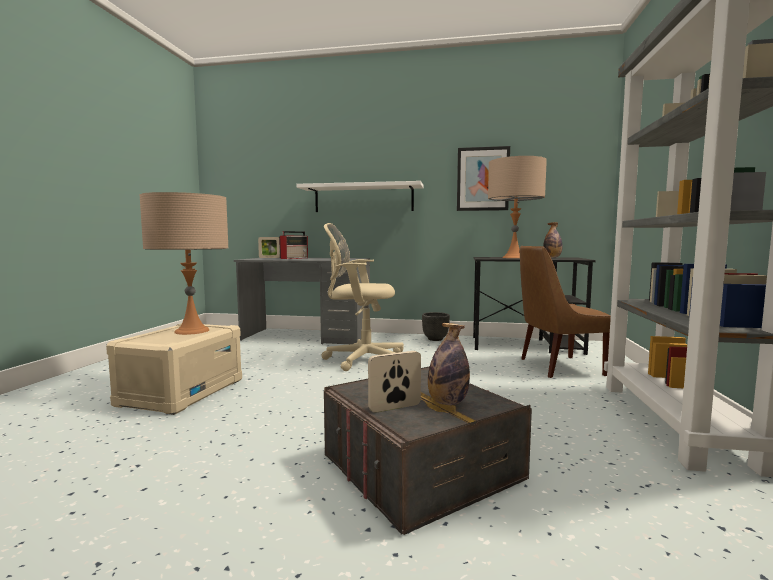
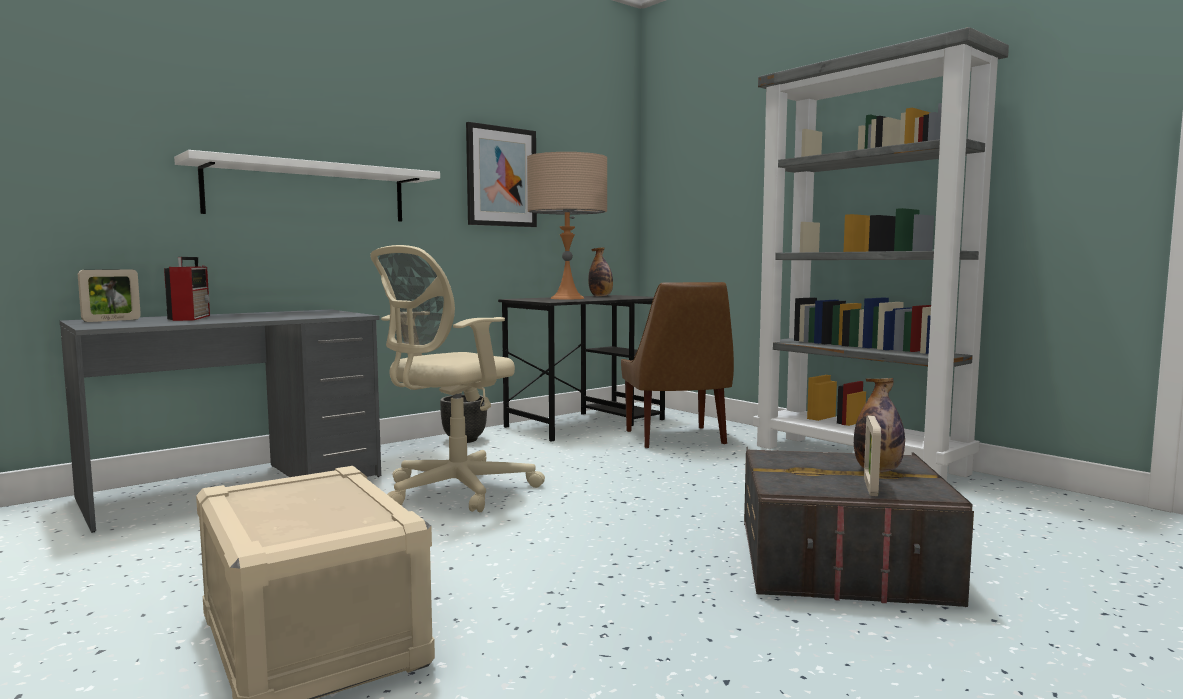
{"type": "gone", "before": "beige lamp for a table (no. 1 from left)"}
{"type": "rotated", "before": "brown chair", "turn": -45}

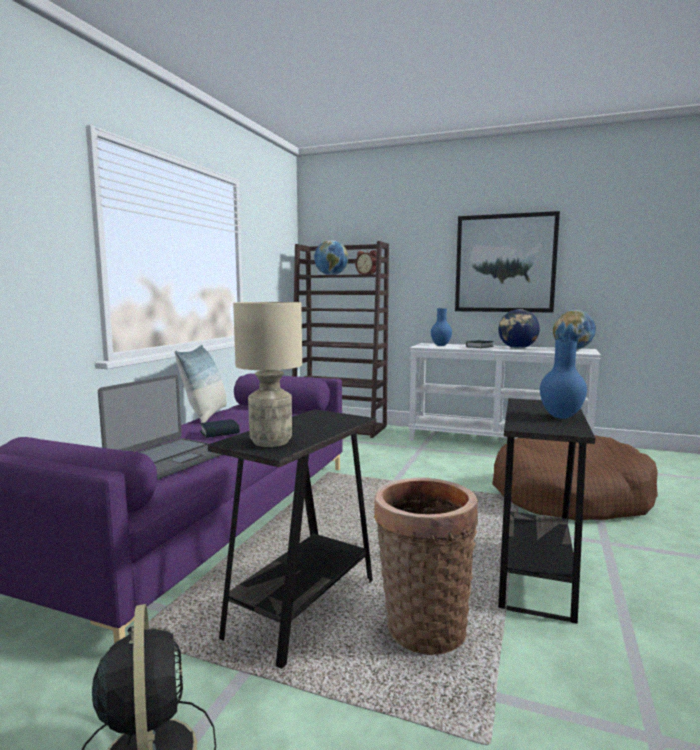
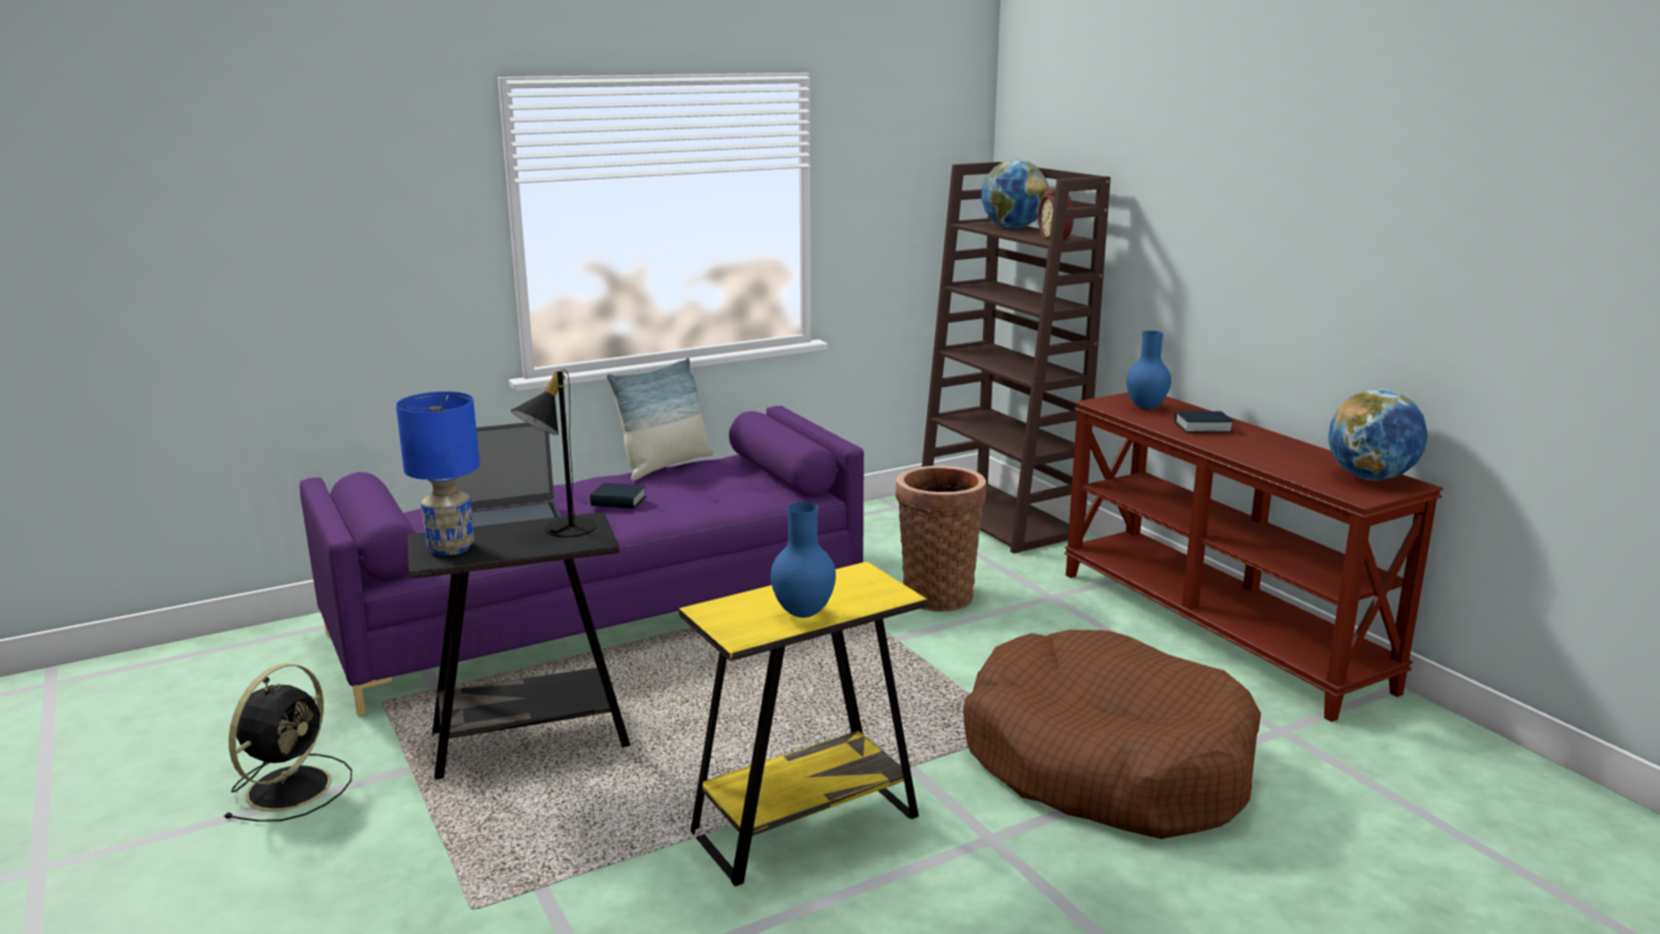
{"type": "gone", "before": "wall picture"}
{"type": "repainted", "before": "beige lamp for a table", "after": "blue-coloured lamp for a table"}
{"type": "gone", "before": "world globe (no. 2 from left)"}
{"type": "repainted", "before": "white-coloured narrow table", "after": "brown narrow table"}
{"type": "repainted", "before": "black-coloured end table (no. 2 from left)", "after": "yellow end table"}
{"type": "shifted", "before": "household basket"}
{"type": "new", "after": "black-coloured lamp for a table"}

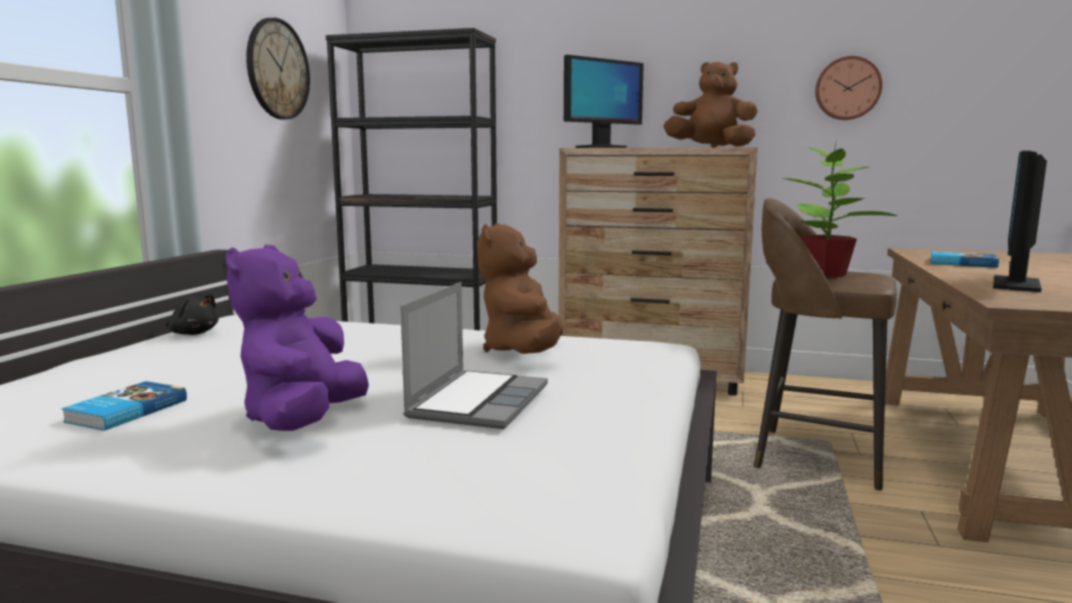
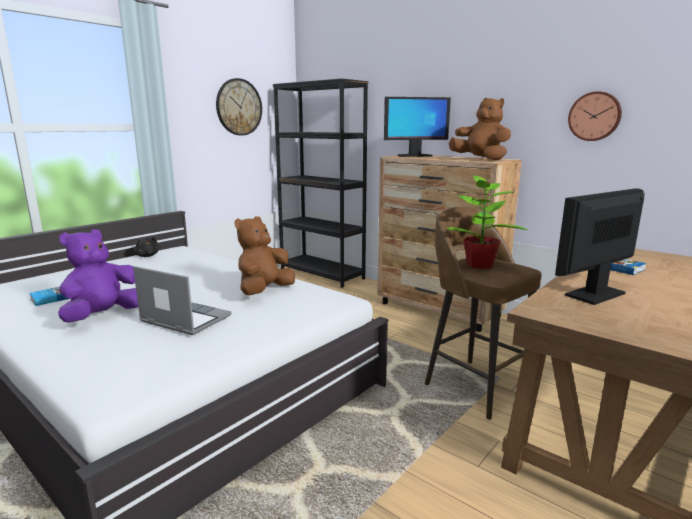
{"type": "rotated", "before": "notebook computer", "turn": -105}

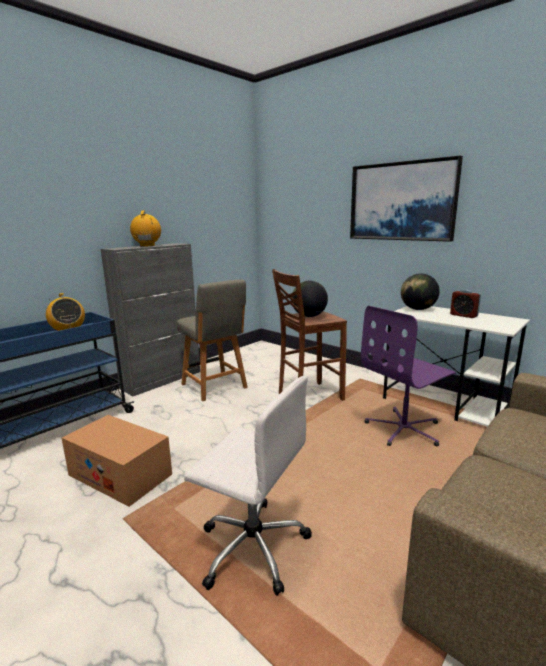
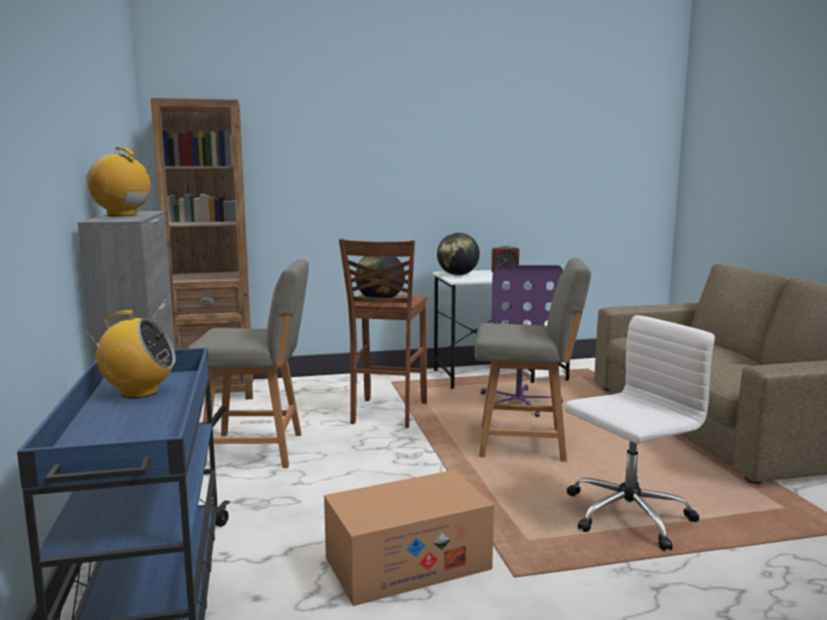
{"type": "gone", "before": "wall picture"}
{"type": "new", "after": "brown bookcase"}
{"type": "new", "after": "gray chair (no. 2 from left)"}

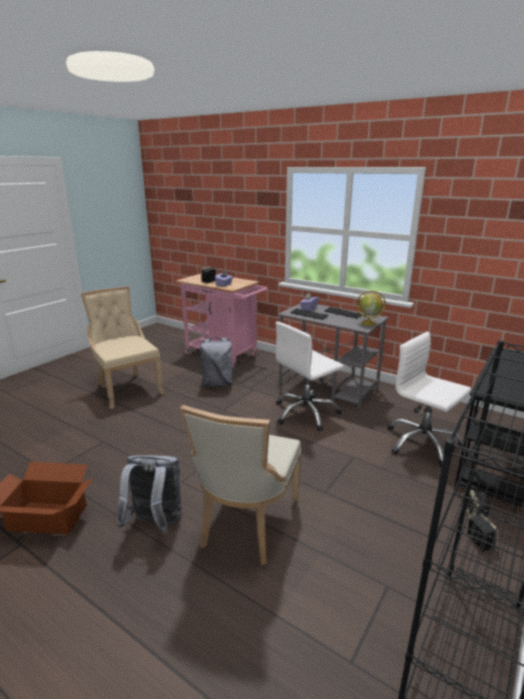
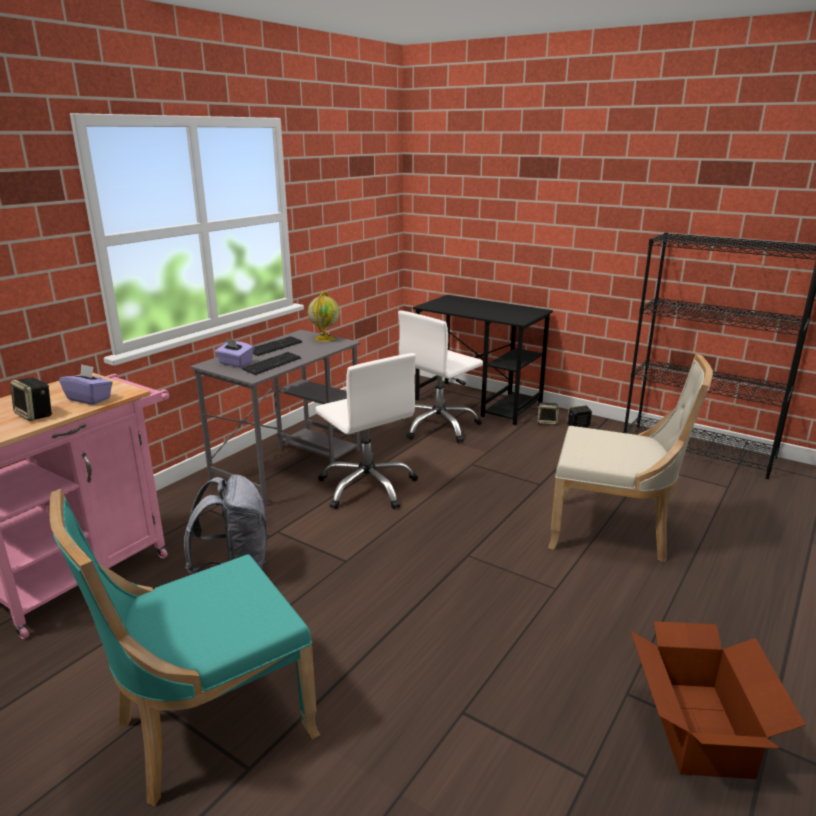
{"type": "repainted", "before": "beige chair (no. 1 from left)", "after": "turquoise-coloured chair"}
{"type": "gone", "before": "gray backpack (no. 1 from left)"}

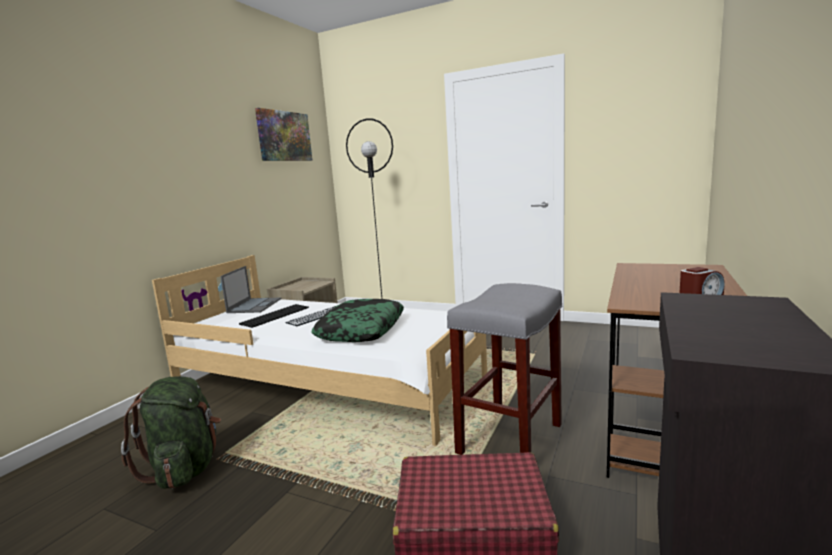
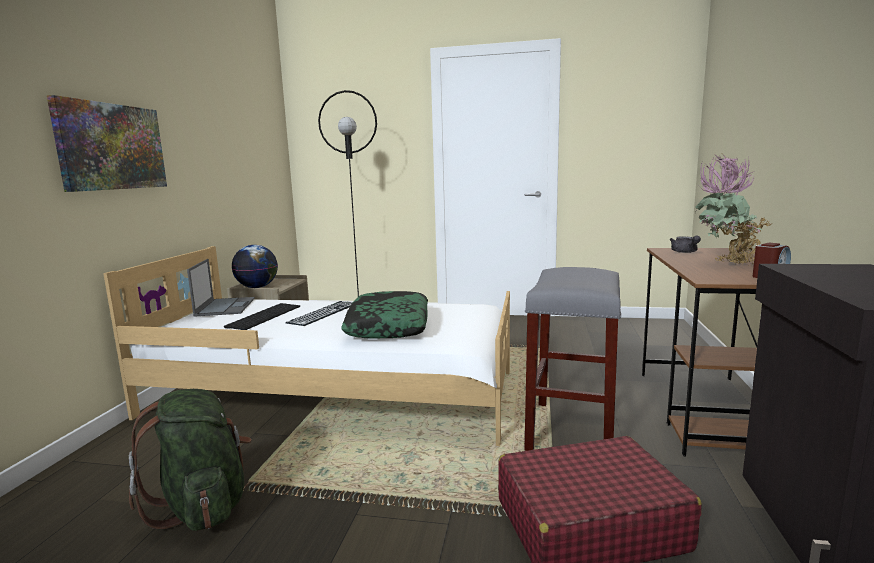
{"type": "shifted", "before": "wall picture"}
{"type": "new", "after": "plant in a pot"}
{"type": "new", "after": "gray tea pot"}
{"type": "new", "after": "world globe"}

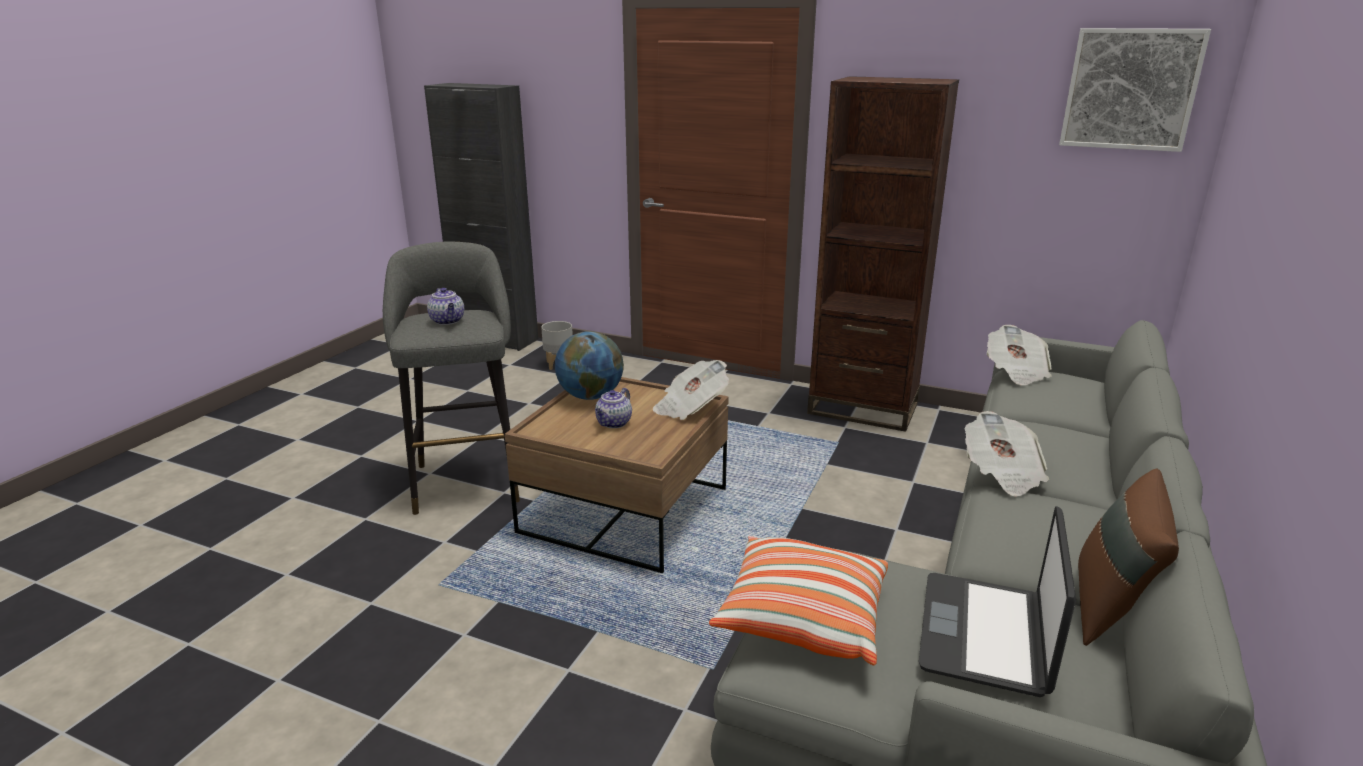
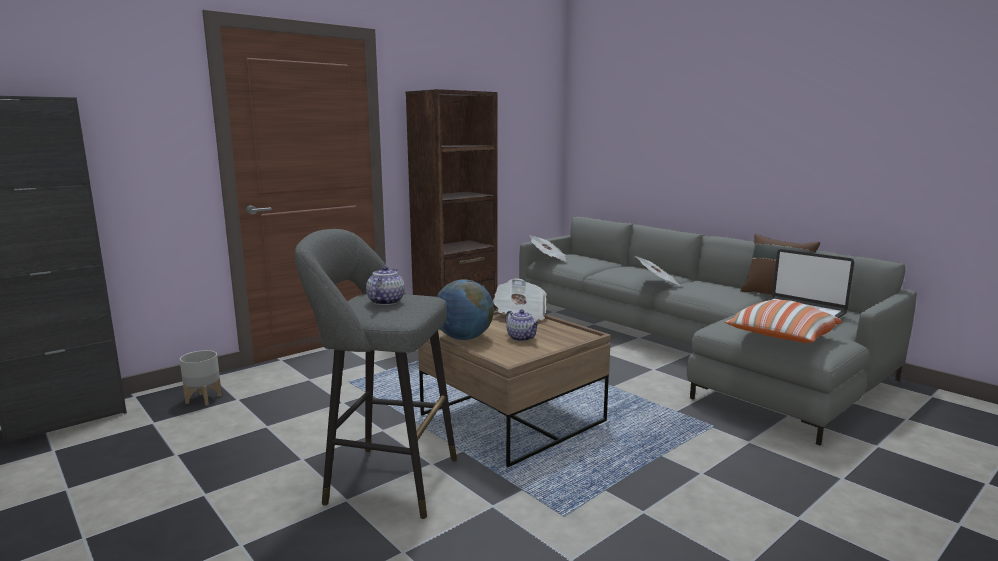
{"type": "gone", "before": "wall picture"}
{"type": "rotated", "before": "tea pot (no. 1 from left)", "turn": -75}

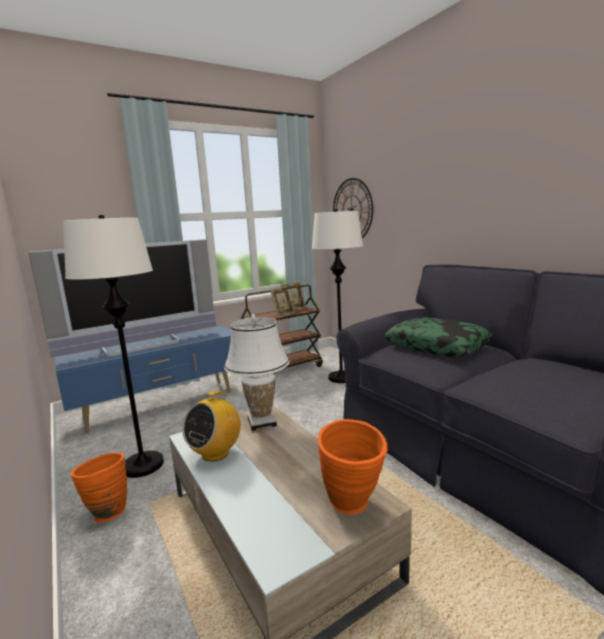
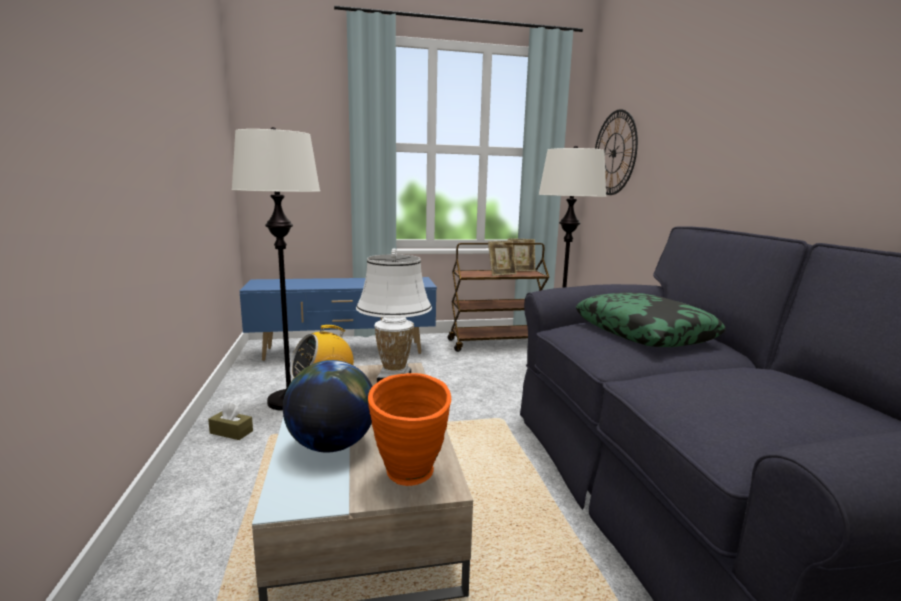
{"type": "gone", "before": "television"}
{"type": "swapped", "before": "orange-coloured decorative vase (no. 1 from left)", "after": "brown tissue box"}
{"type": "new", "after": "world globe"}

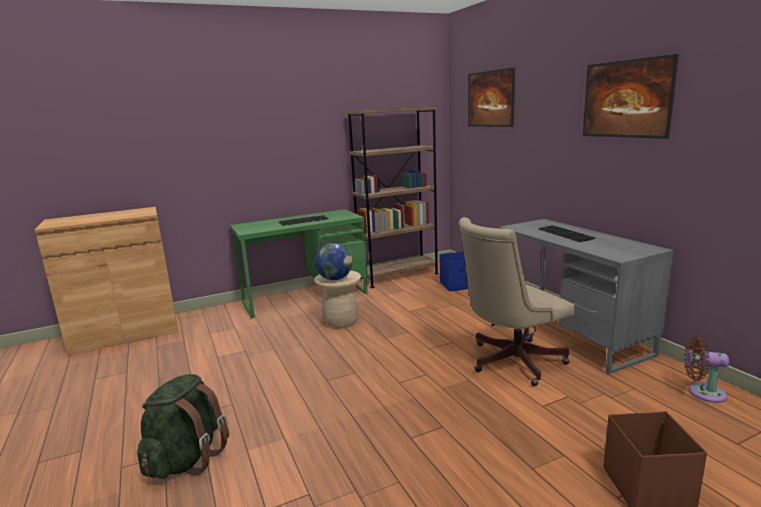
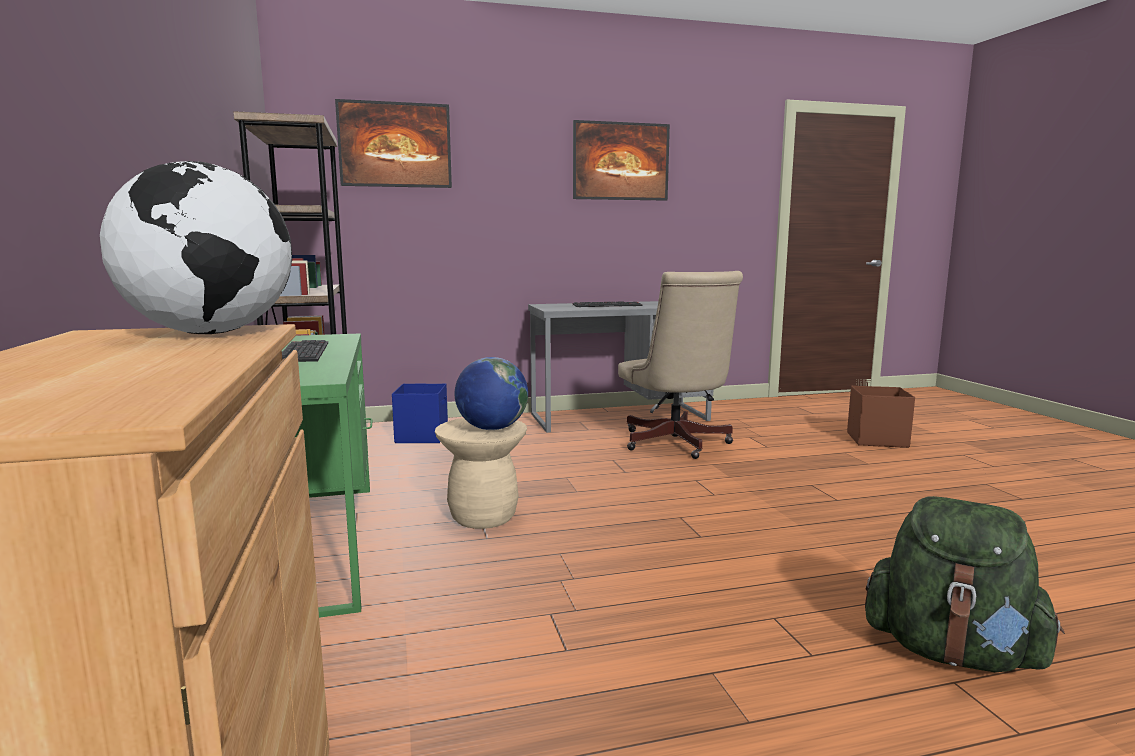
{"type": "gone", "before": "brown electric fan"}
{"type": "new", "after": "world globe (no. 1 from left)"}

